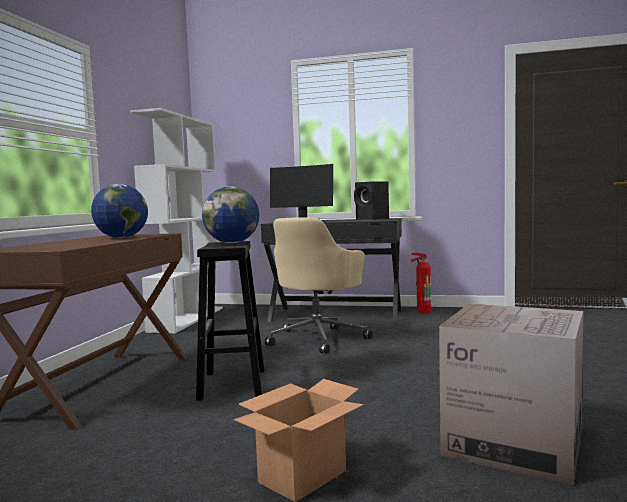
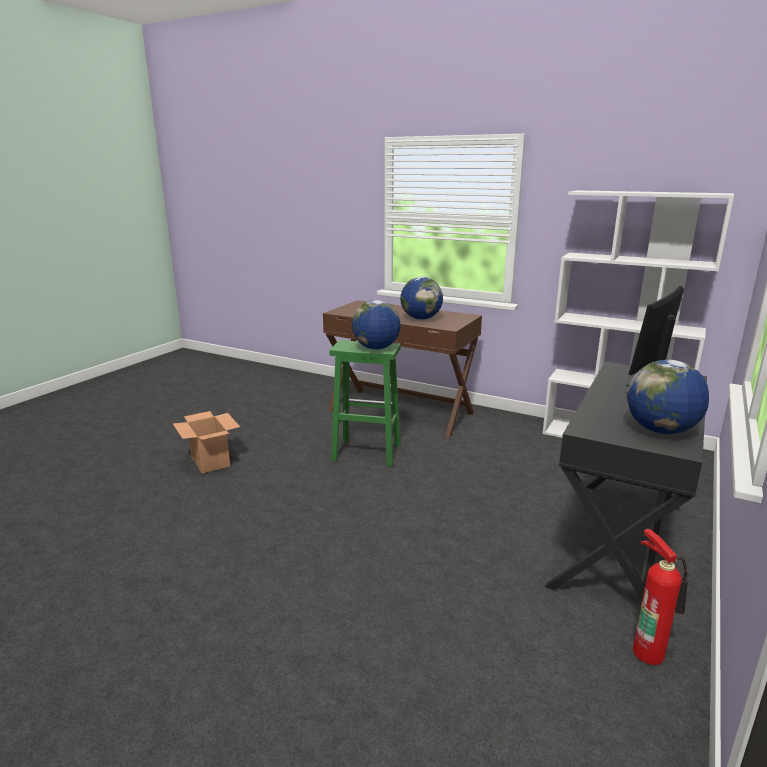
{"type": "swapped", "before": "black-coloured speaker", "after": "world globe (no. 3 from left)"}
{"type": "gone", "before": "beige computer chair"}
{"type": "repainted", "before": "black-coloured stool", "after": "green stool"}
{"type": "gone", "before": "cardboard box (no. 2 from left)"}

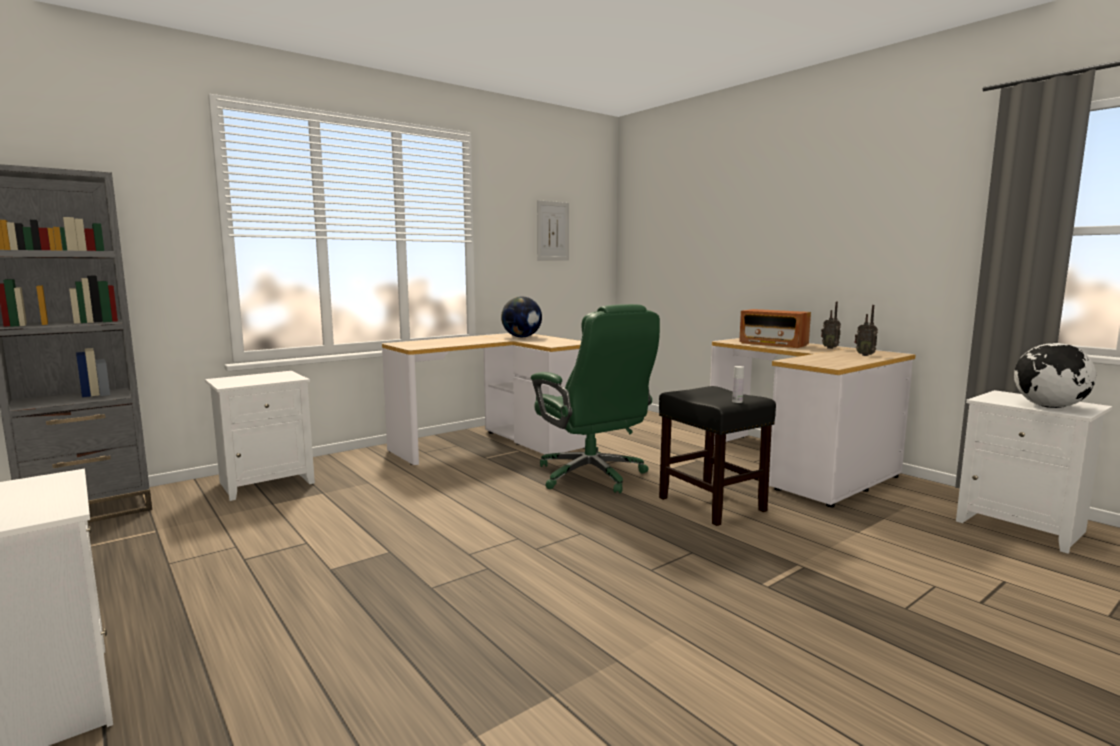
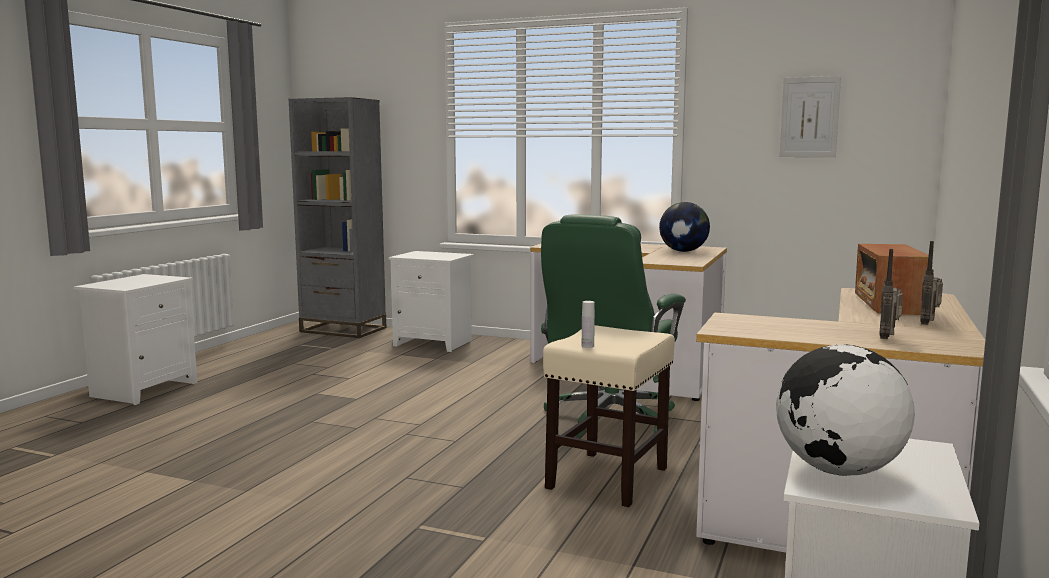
{"type": "repainted", "before": "black-coloured stool", "after": "beige stool"}

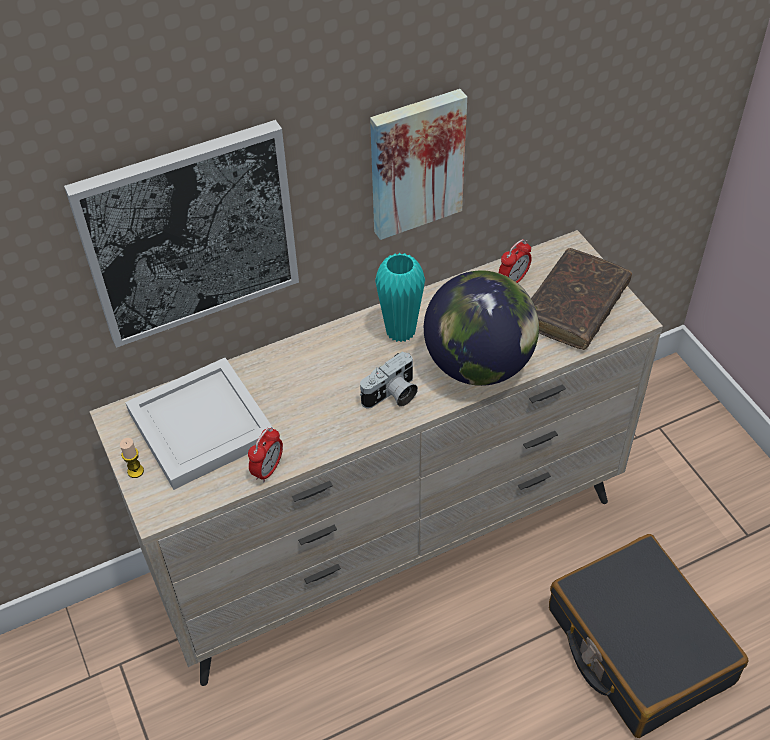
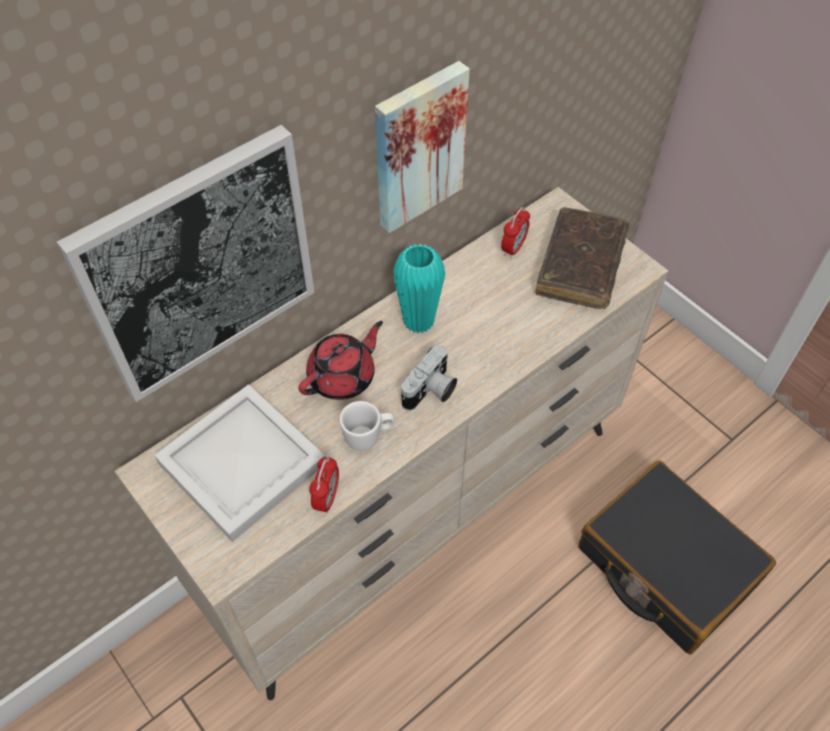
{"type": "gone", "before": "world globe"}
{"type": "gone", "before": "wax candle"}
{"type": "new", "after": "red-coloured tea pot"}
{"type": "new", "after": "white-coloured tea mug"}

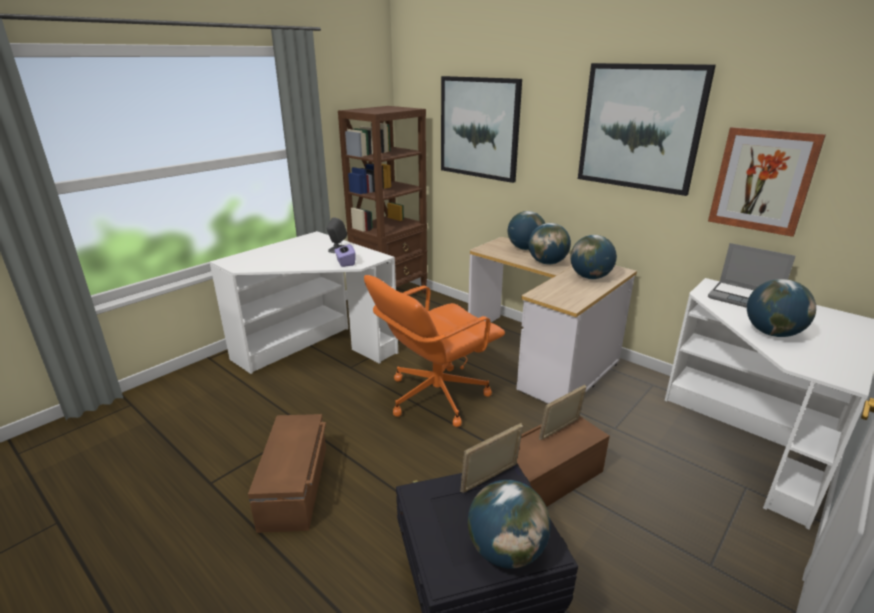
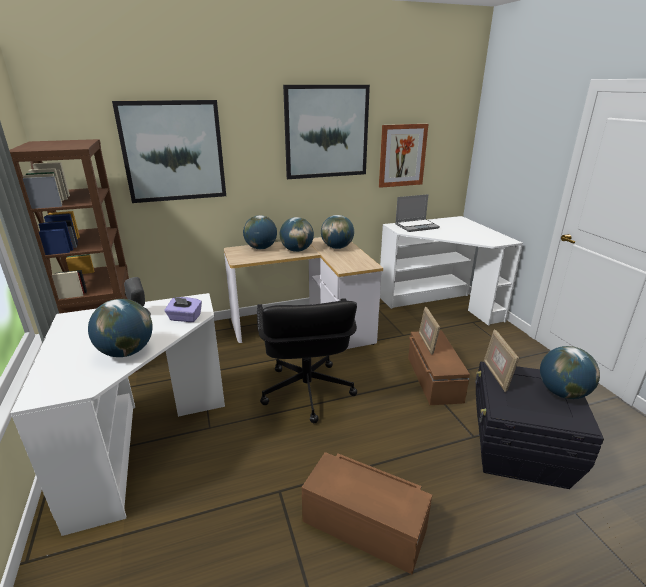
{"type": "repainted", "before": "orange-coloured computer chair", "after": "black-coloured computer chair"}
{"type": "shifted", "before": "world globe (no. 5 from left in the first image)", "after": "world globe (no. 1 from left)"}

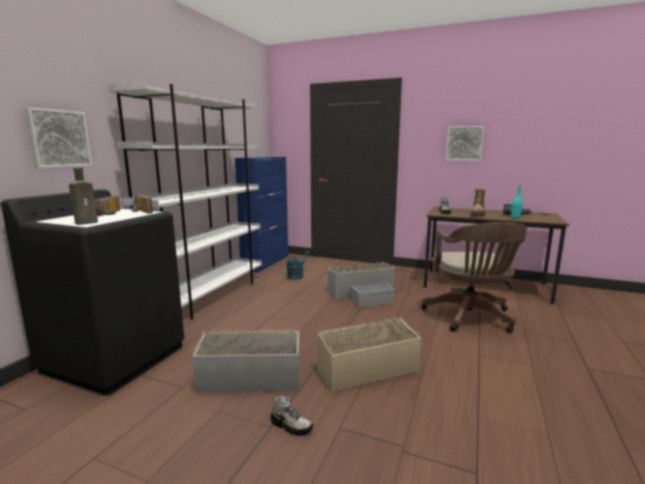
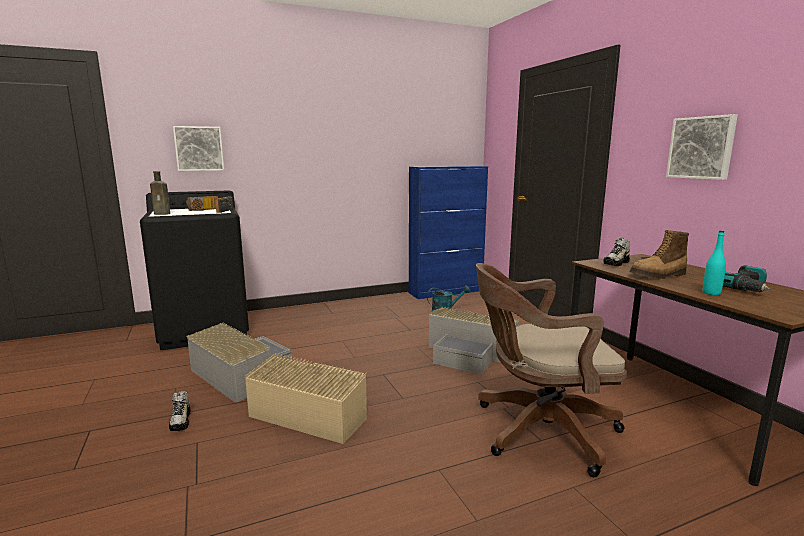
{"type": "gone", "before": "white-coloured bookcase"}
{"type": "rotated", "before": "brown computer chair", "turn": 45}

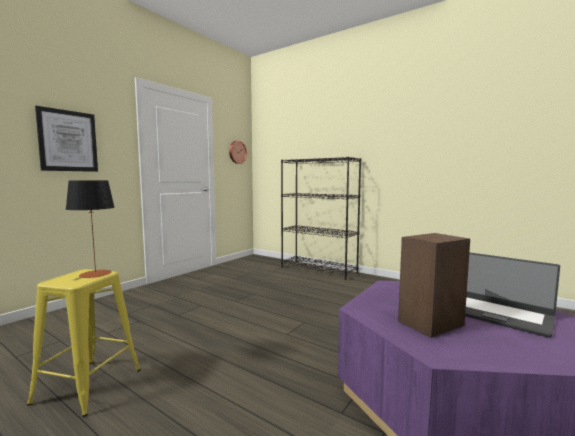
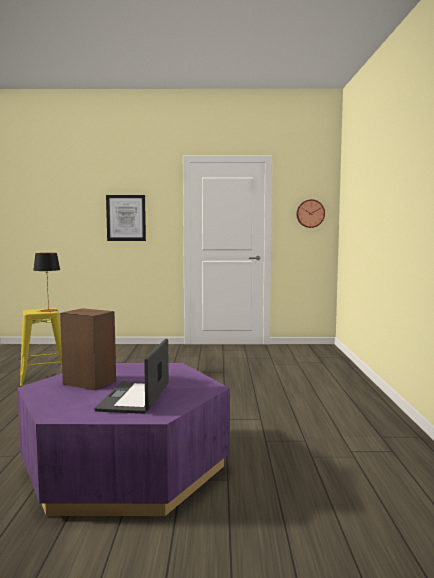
{"type": "gone", "before": "black-coloured bookcase"}

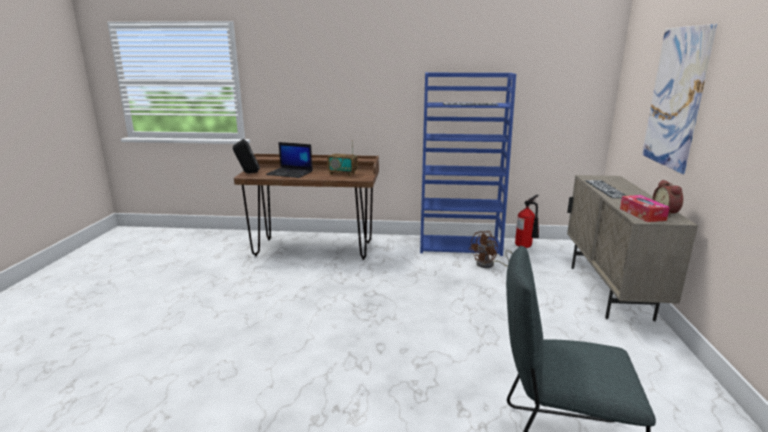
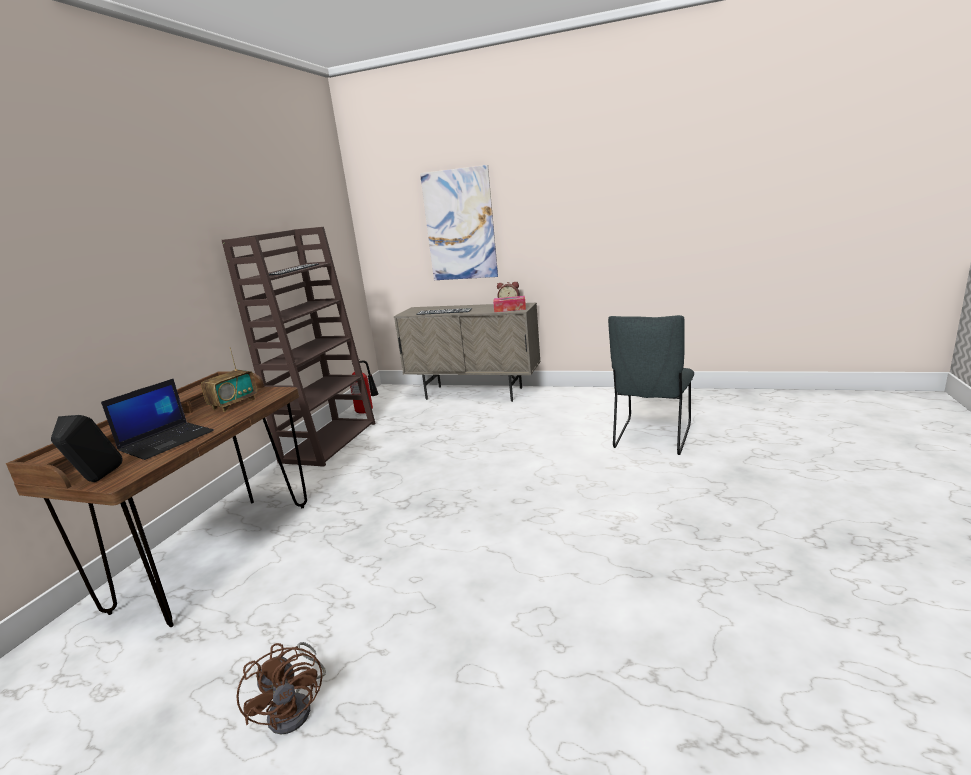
{"type": "repainted", "before": "blue-coloured bookcase", "after": "brown bookcase"}
{"type": "shifted", "before": "brown electric fan"}

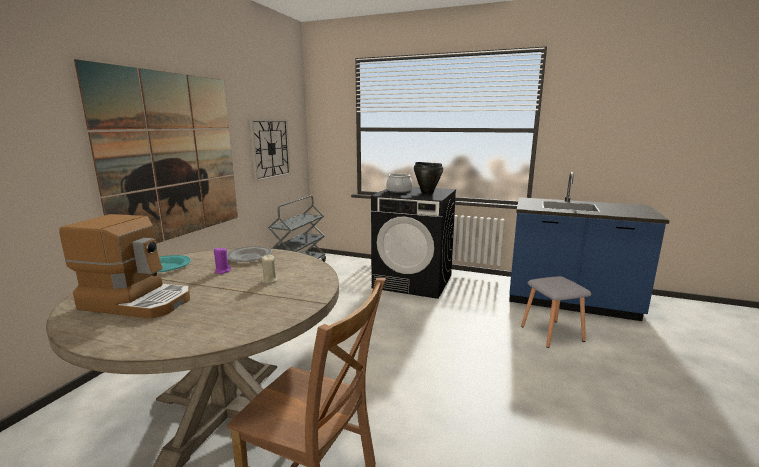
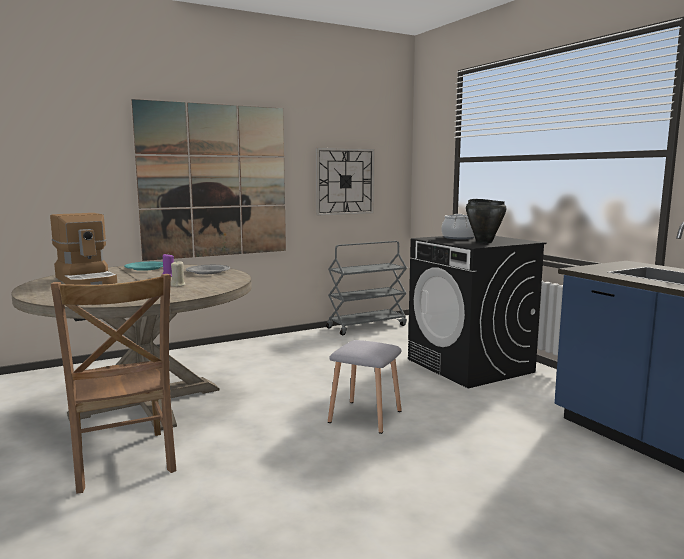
{"type": "shifted", "before": "gray stool"}

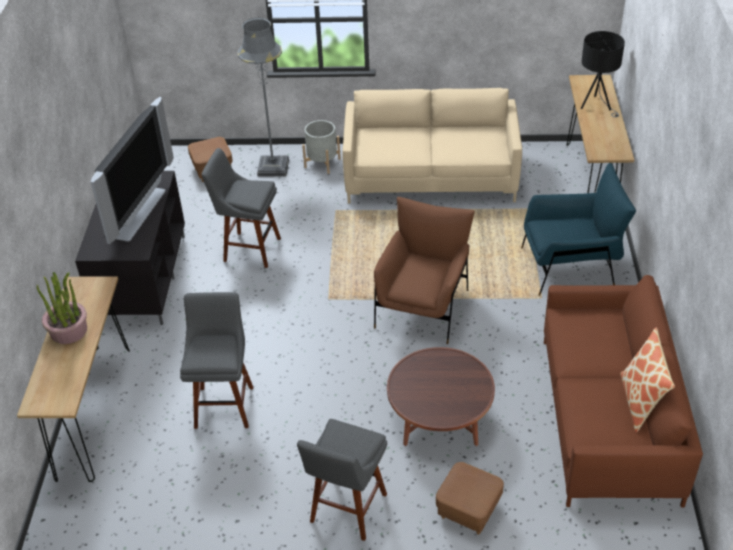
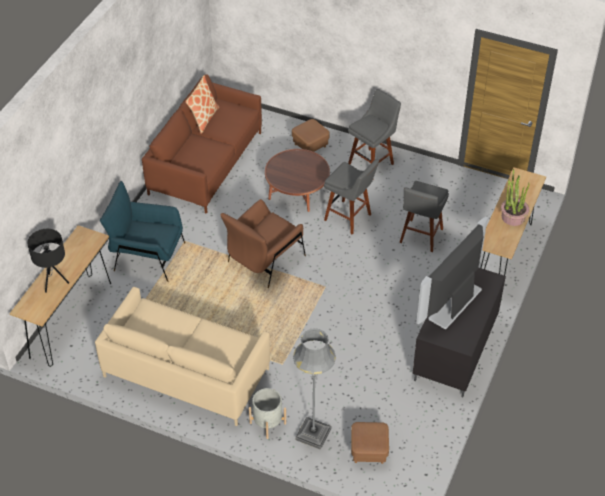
{"type": "shifted", "before": "gray stool (no. 2 from left in the first image)", "after": "gray stool (no. 1 from left)"}

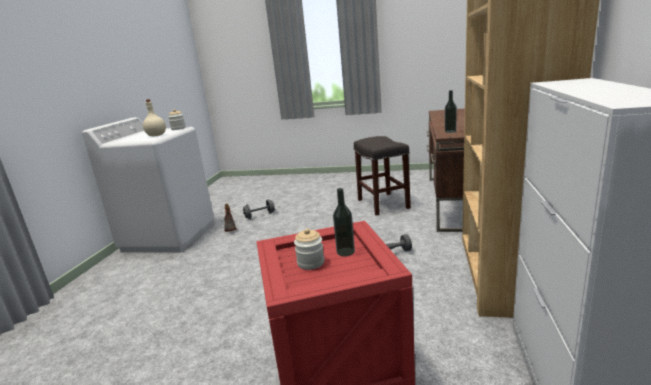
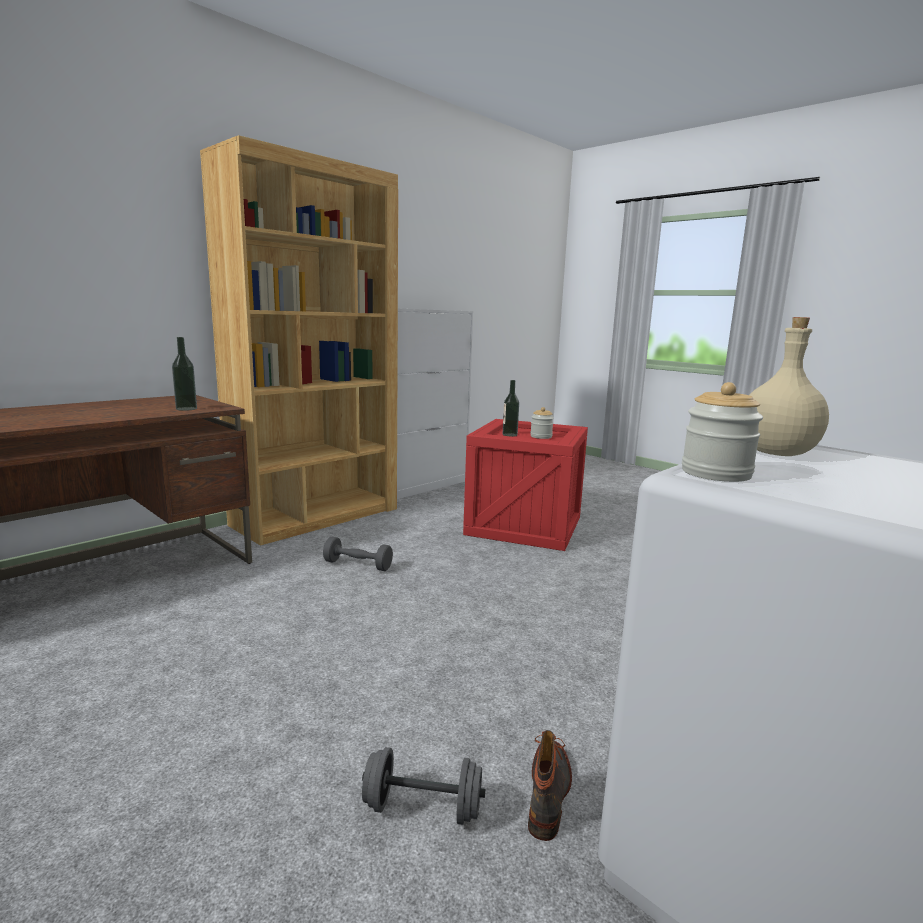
{"type": "gone", "before": "gray stool"}

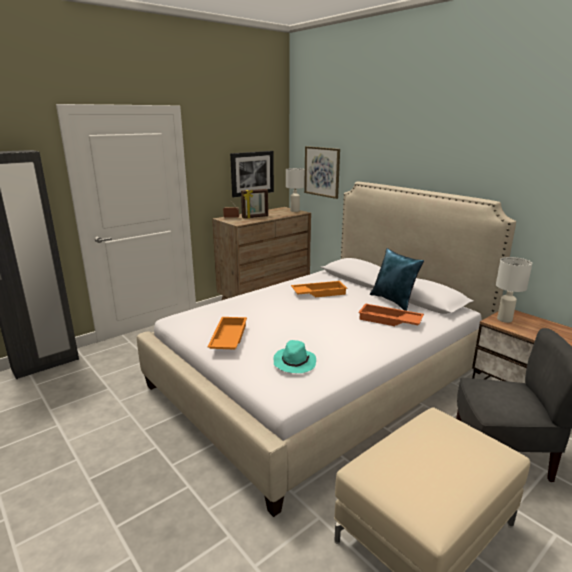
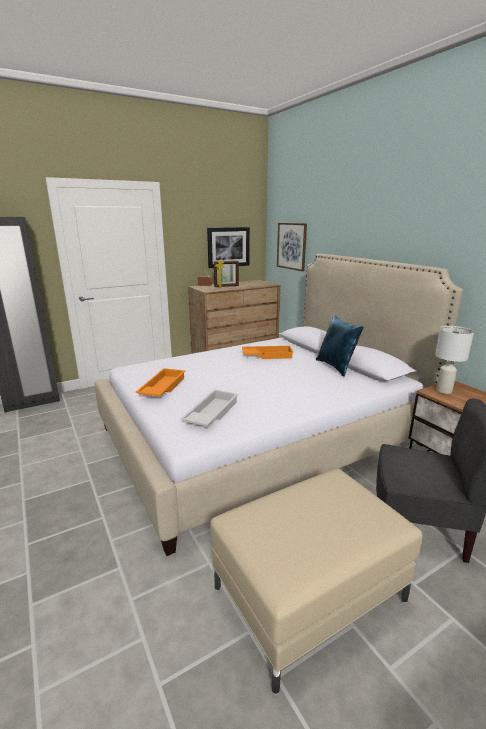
{"type": "gone", "before": "white-coloured lamp for a table (no. 1 from left)"}
{"type": "gone", "before": "orange-coloured carrying tray (no. 3 from left)"}
{"type": "swapped", "before": "turquoise-coloured hat", "after": "white-coloured carrying tray"}

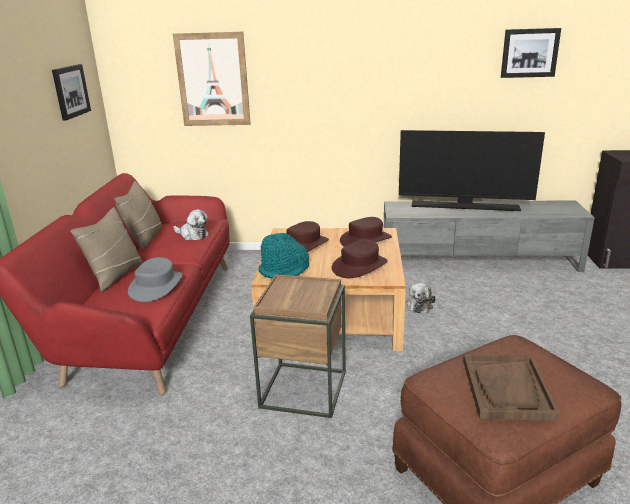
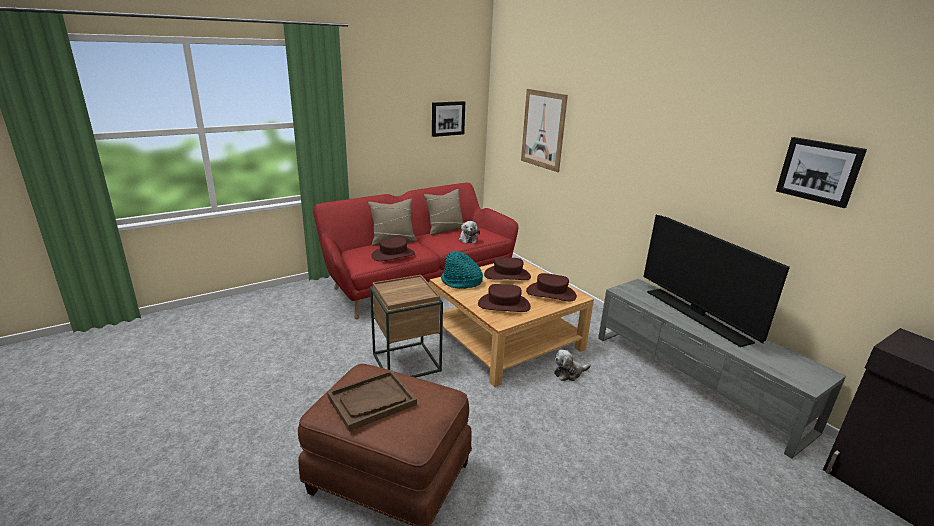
{"type": "repainted", "before": "gray hat", "after": "brown hat (no. 1 from left)"}

